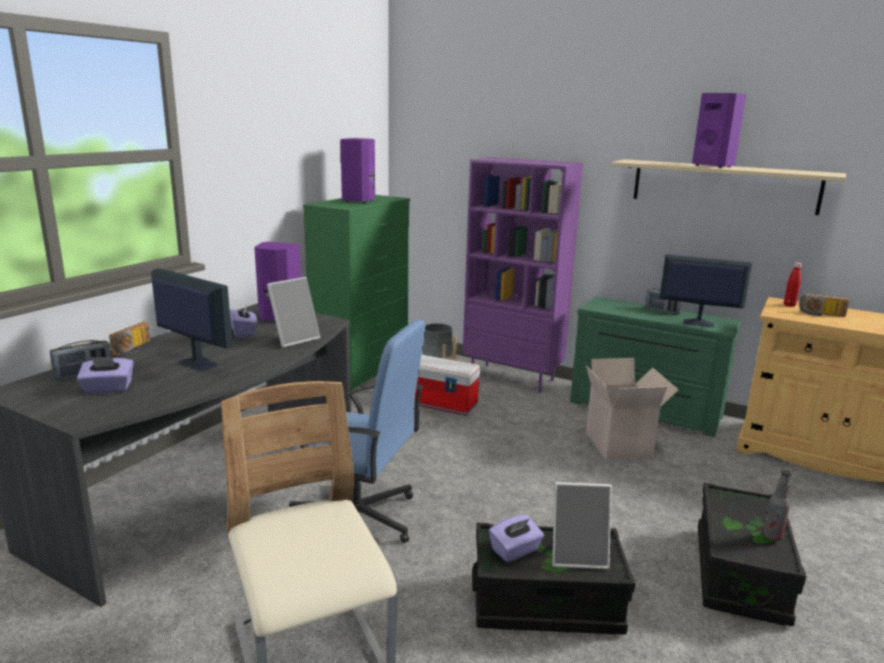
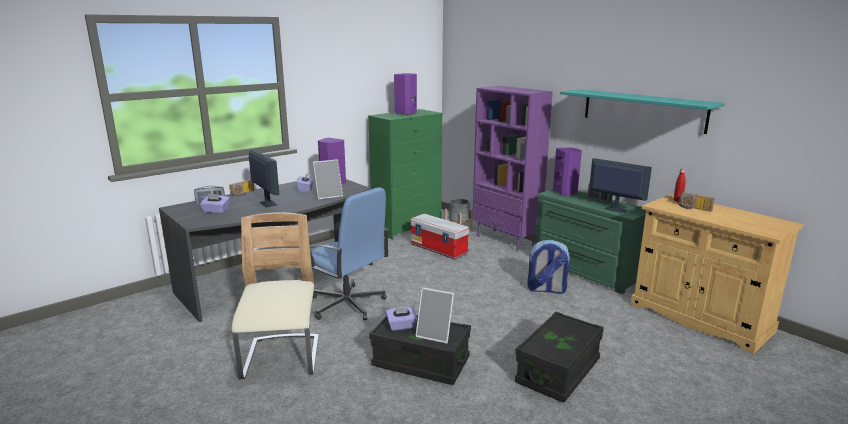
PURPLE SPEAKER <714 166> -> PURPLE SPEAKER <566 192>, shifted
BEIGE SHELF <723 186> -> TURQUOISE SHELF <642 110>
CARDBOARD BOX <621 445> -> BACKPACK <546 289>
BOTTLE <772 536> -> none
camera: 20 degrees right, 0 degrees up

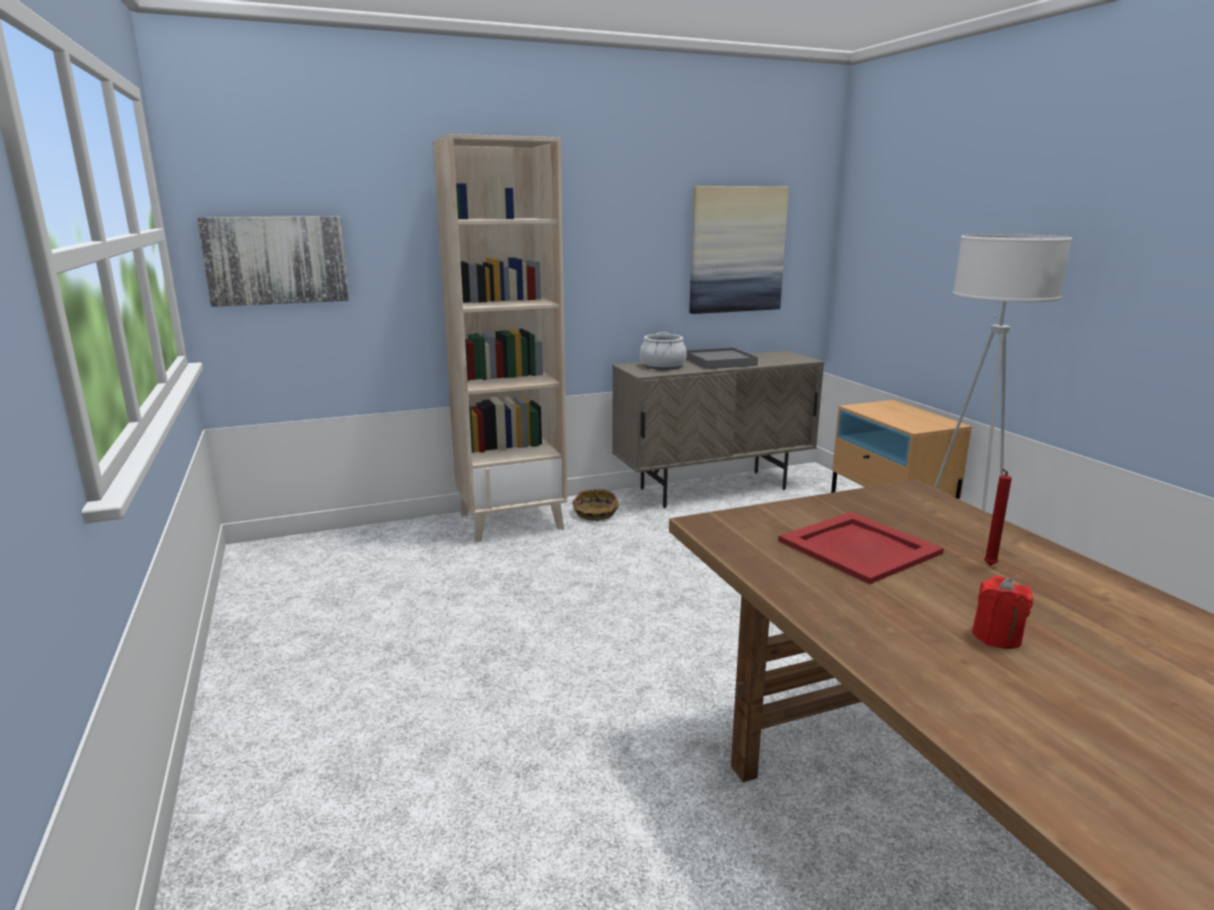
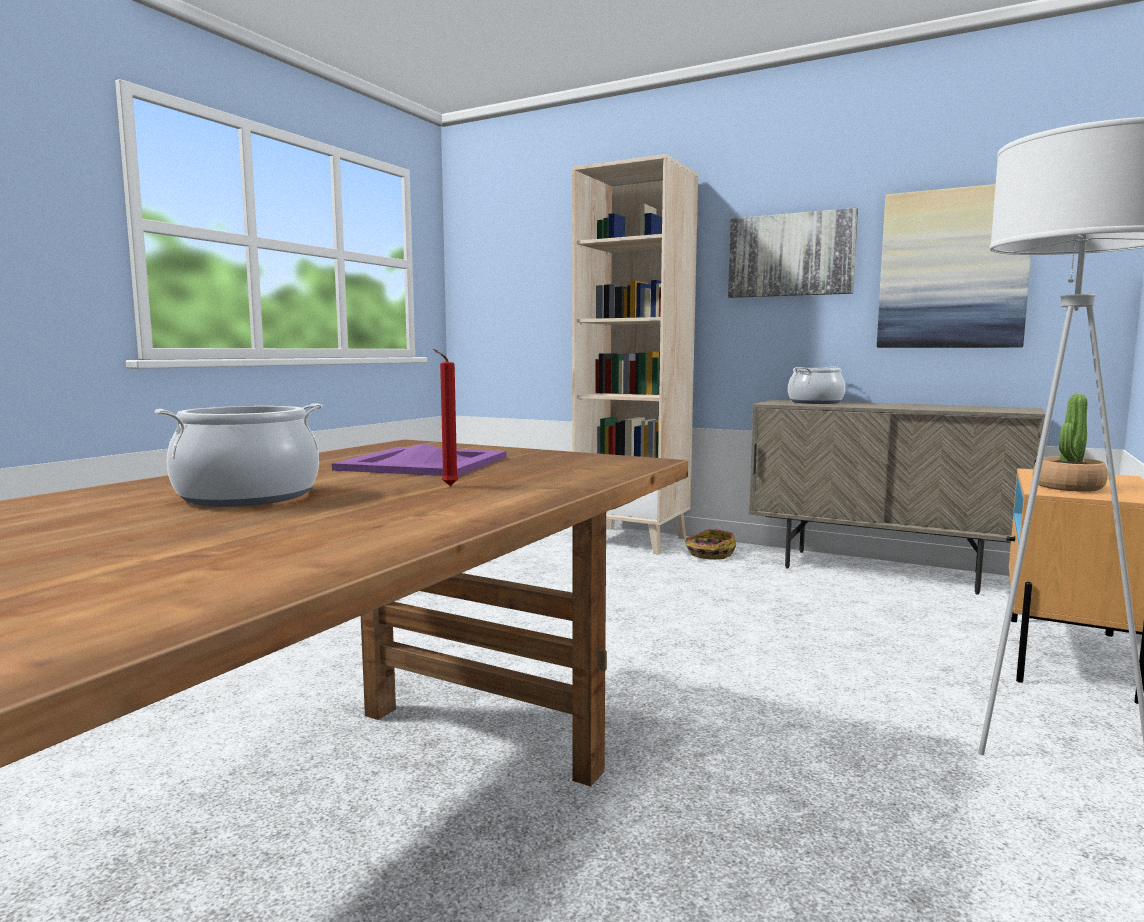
PICTURE <276 260> -> PICTURE <791 255>, shifted
GREY TRAY <719 362> -> none
RED TRAY <858 546> -> PURPLE TRAY <426 463>
RED CANDLE <996 637> -> COOKING POT <248 496>
none -> POTTED PLANT <1067 487>
camera: 50 degrees right, 10 degrees down

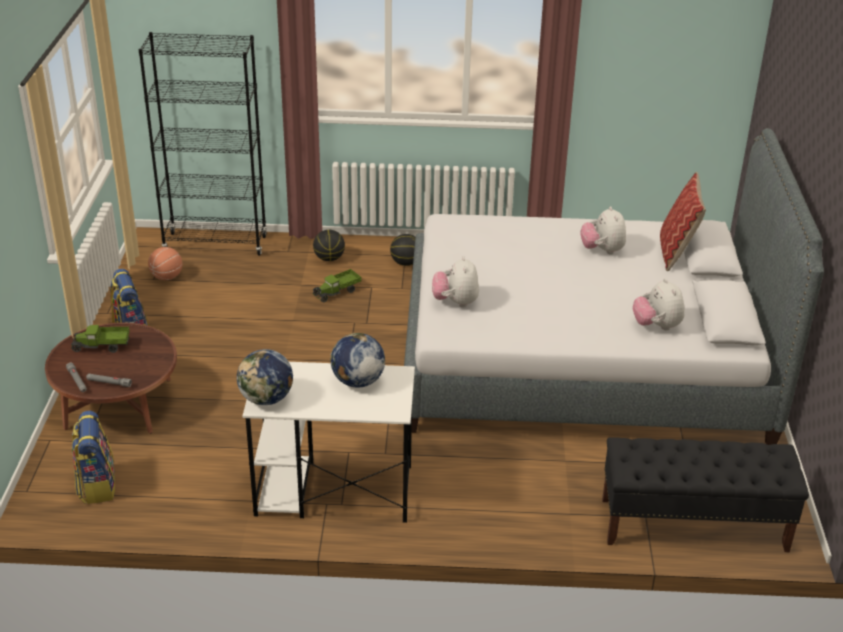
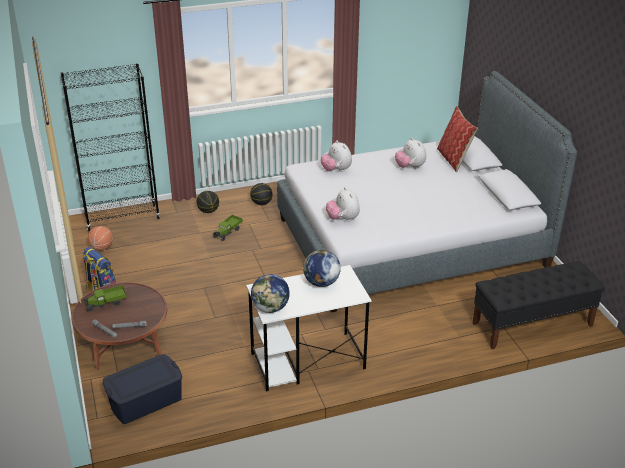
PLUSH TOY <656 326> -> PLUSH TOY <336 170>, shifted
BACKPACK <96 485> -> BLUE STORAGE BOX <145 400>
camera: 20 degrees left, 0 degrees up

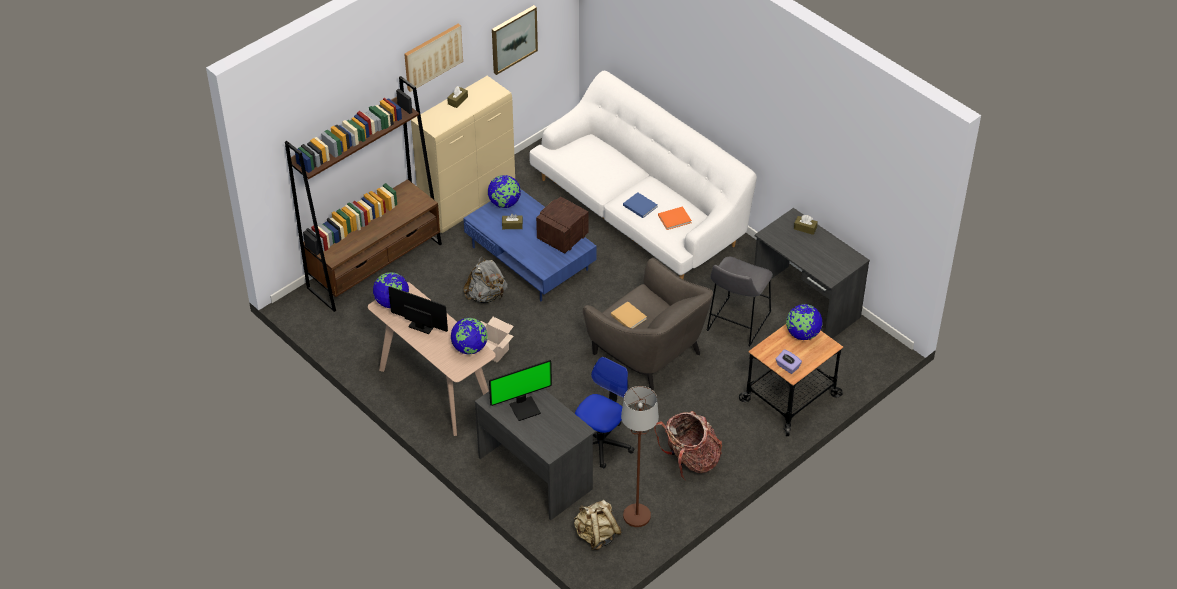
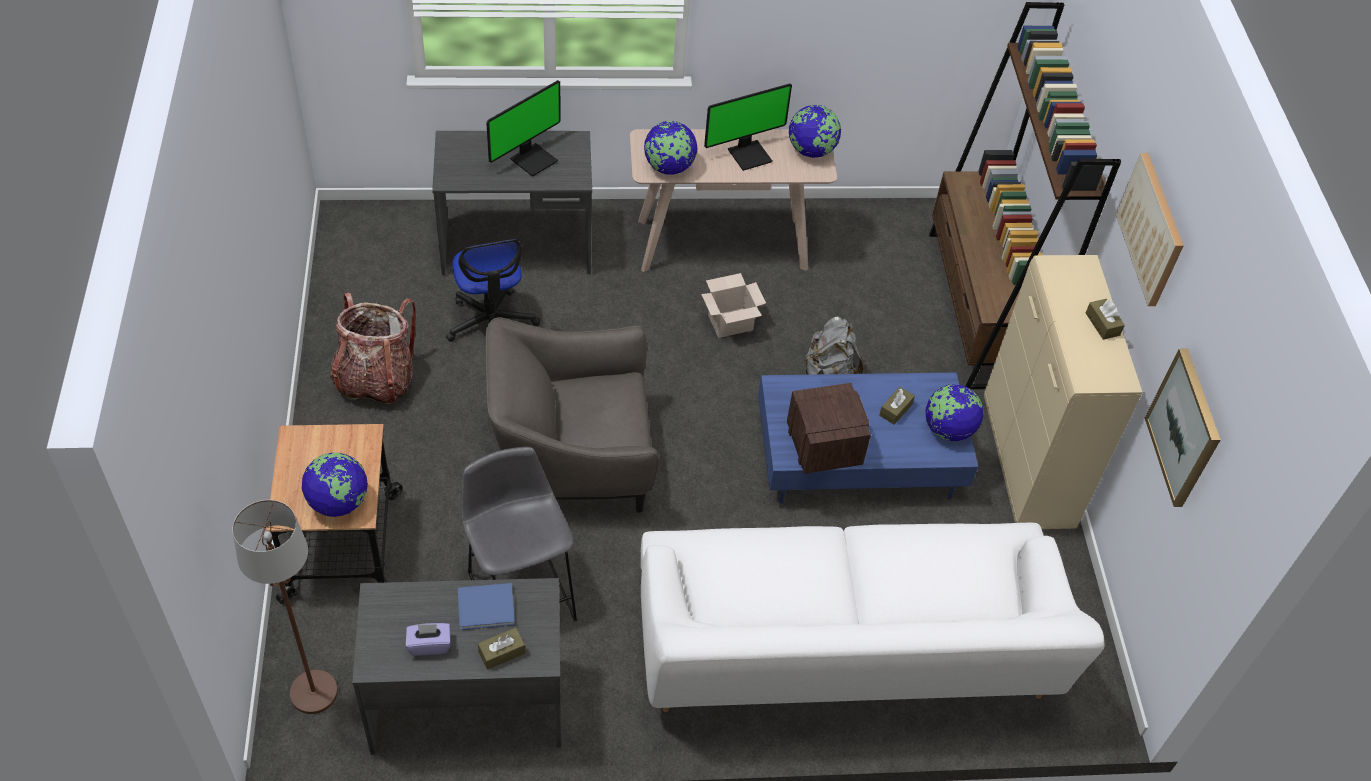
BLUE BOOK <639 205> -> BLUE BOOK <488 607>, shifted
ORANGE BOOK <675 219> -> none
BEIGE BOOK <628 316> -> none
PURPLE TISSUE BOX <787 367> -> PURPLE TISSUE BOX <429 645>, shifted
MONITOR <524 408> -> MONITOR <533 159>, 150 degrees counterclockwise
BROWN FLOOR LAMP <636 515> -> BROWN FLOOR LAMP <314 693>, shifted
BEIGE BACKPACK <596 536> -> none
camera: 125 degrees right, 5 degrees up

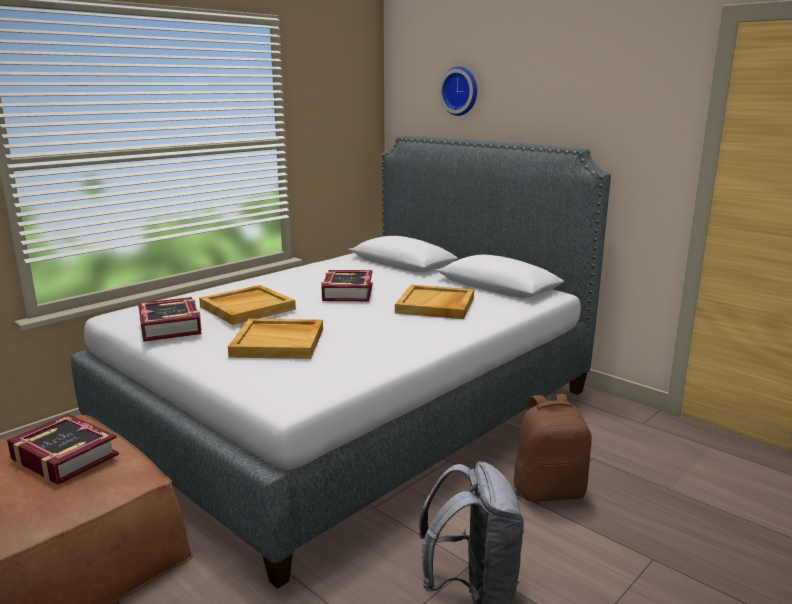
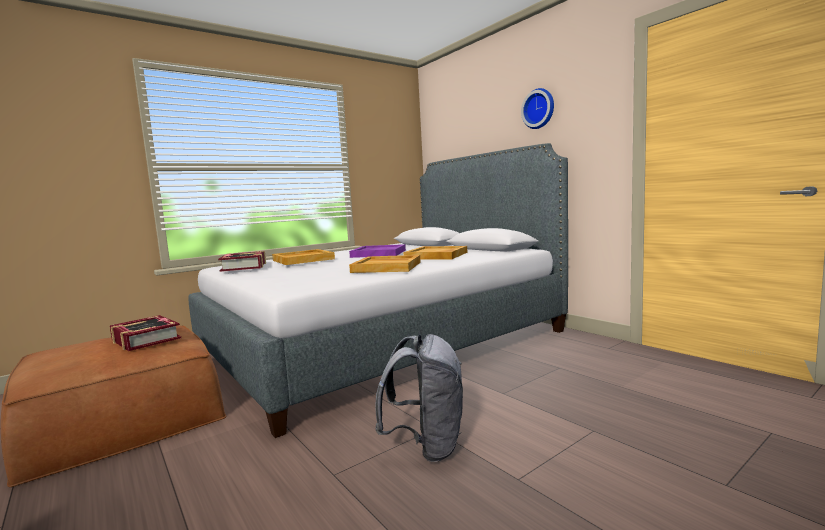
WALL CLOCK <460 91> -> WALL CLOCK <539 109>, shifted
BOOK <347 292> -> PURPLE TRAY <378 253>
BEIGE TRAY <279 342> -> BEIGE TRAY <387 267>, shifted
BROWN BACKPACK <549 490> -> none
camera: 10 degrees right, 10 degrees down

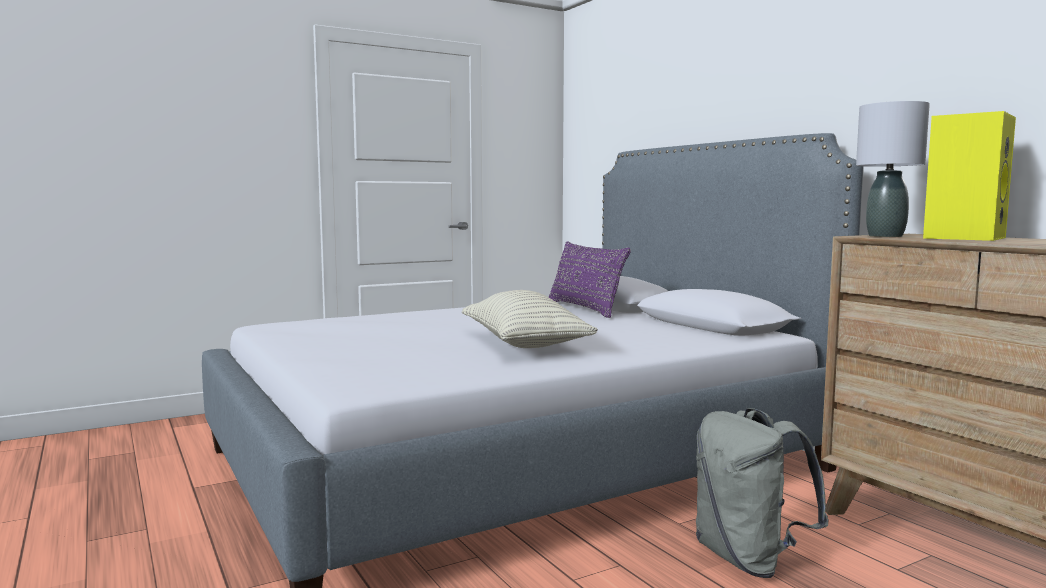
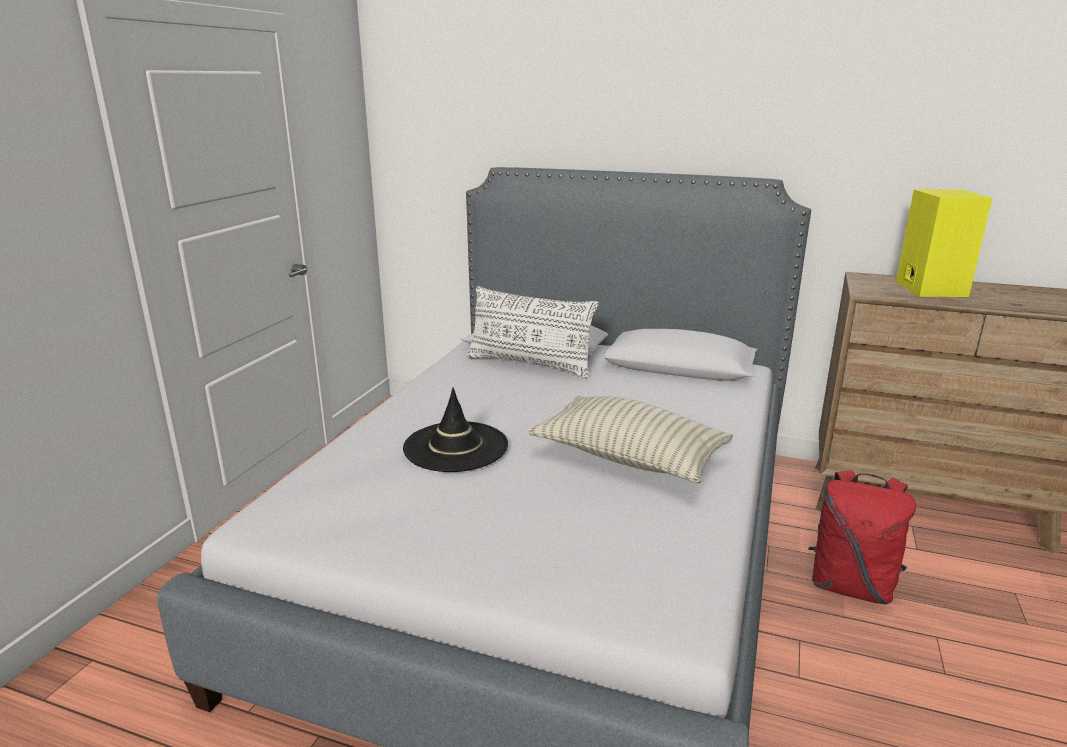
GREY TABLE LAMP <884 236> -> none
PURPLE PILLOW <584 309> -> WHITE PILLOW <530 364>
GREY BACKPACK <749 560> -> RED BACKPACK <851 586>
none -> BLACK HAT <455 447>
camera: 40 degrees left, 15 degrees up

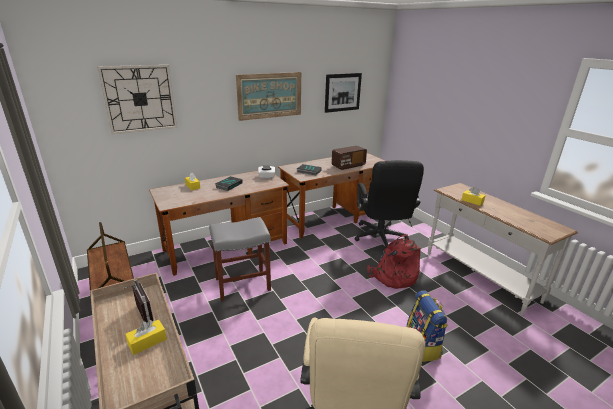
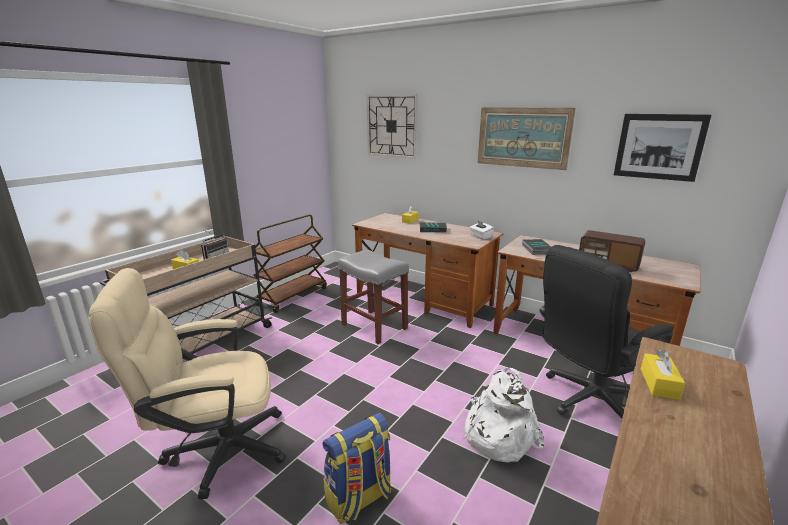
RED BACKPACK <393 277> -> WHITE BACKPACK <497 434>
camera: 65 degrees right, 5 degrees down

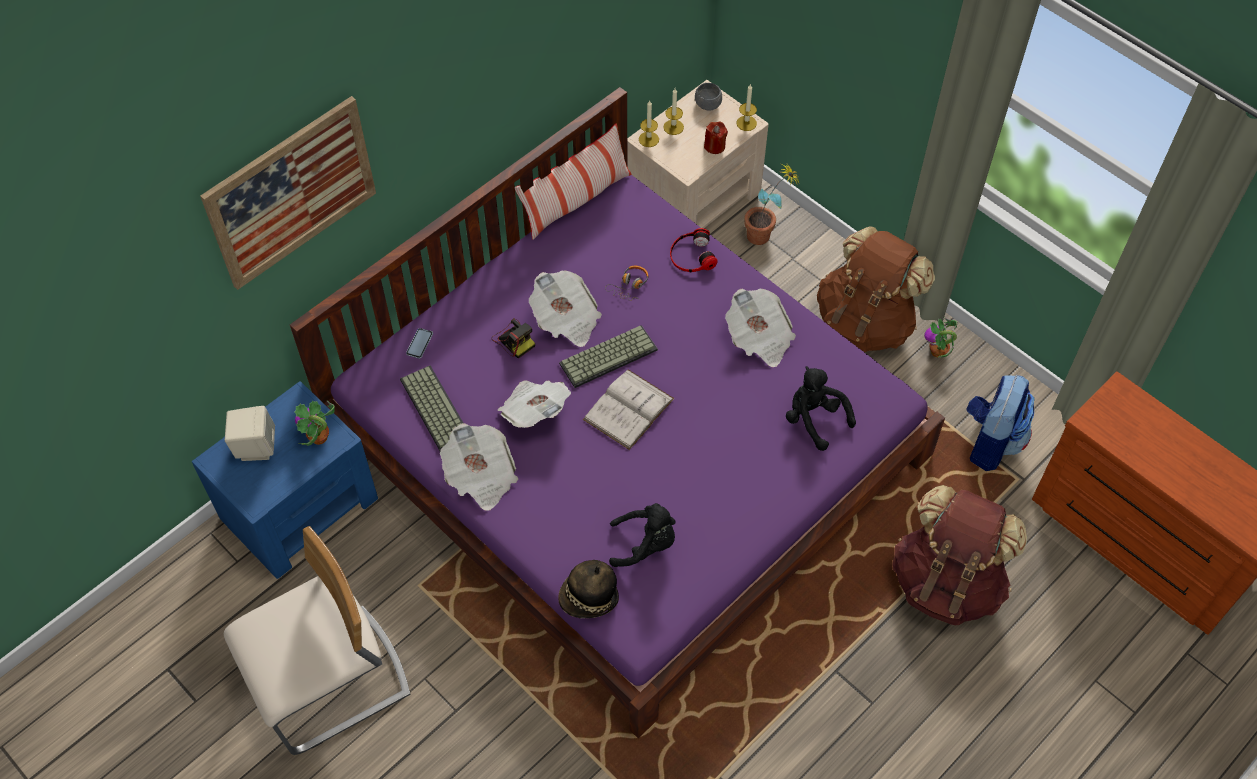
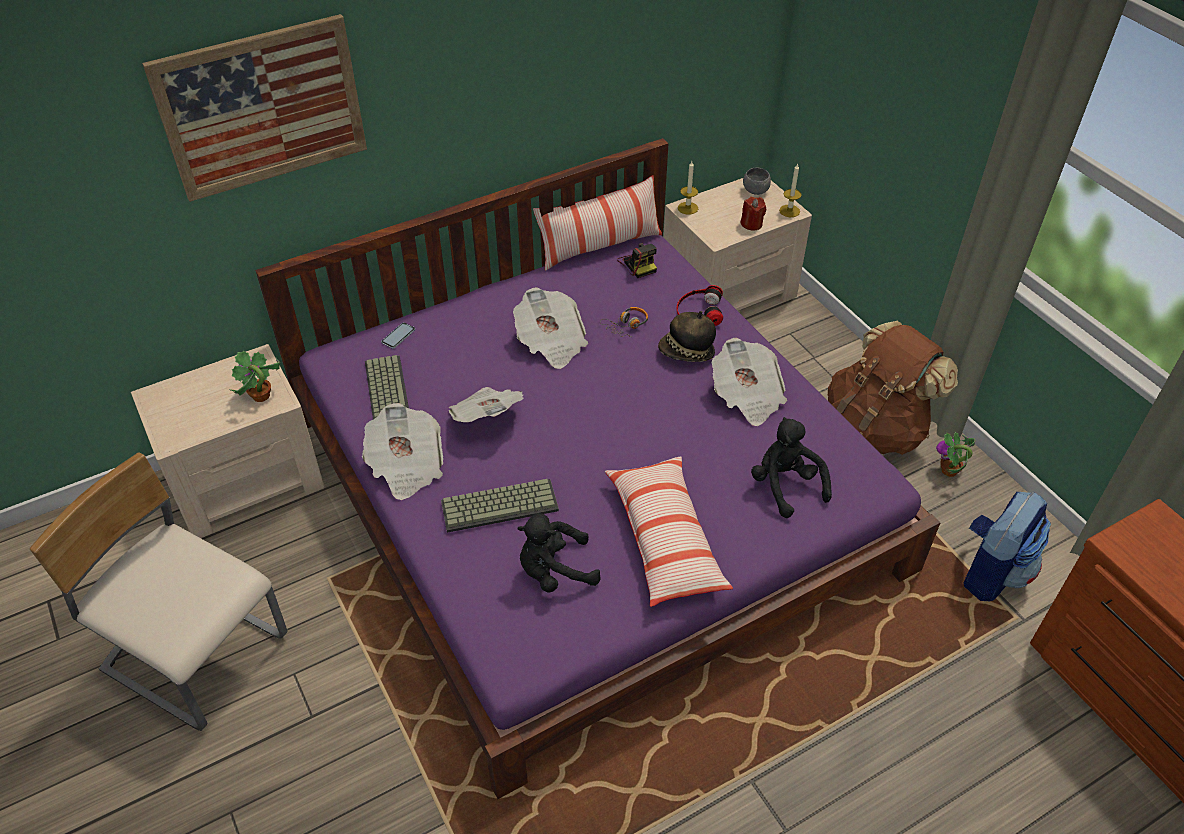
CANDLE <673 127> -> none
POTTED PLANT <765 235> -> none
PHOTO CAMERA <514 340> -> PHOTO CAMERA <638 264>, shifted
KEYBOARD <608 355> -> KEYBOARD <500 504>, shifted
WHITE BOOK <628 409> -> none
BLUE NIGHTSTAND <300 507> -> BEIGE NIGHTSTAND <247 480>
BEIGE SPEAKER <255 446> -> none
BROWN BACKPACK <947 583> -> none
BLACK PLUSH TOY <645 544> -> BLACK PLUSH TOY <554 571>, 150 degrees clockwise
BEIGE CHAIR <330 682> -> BEIGE CHAIR <197 653>, 135 degrees counterclockwise
HAT <589 598> -> HAT <686 352>, shifted
none -> PILLOW <665 539>
camera: 15 degrees right, 10 degrees down

